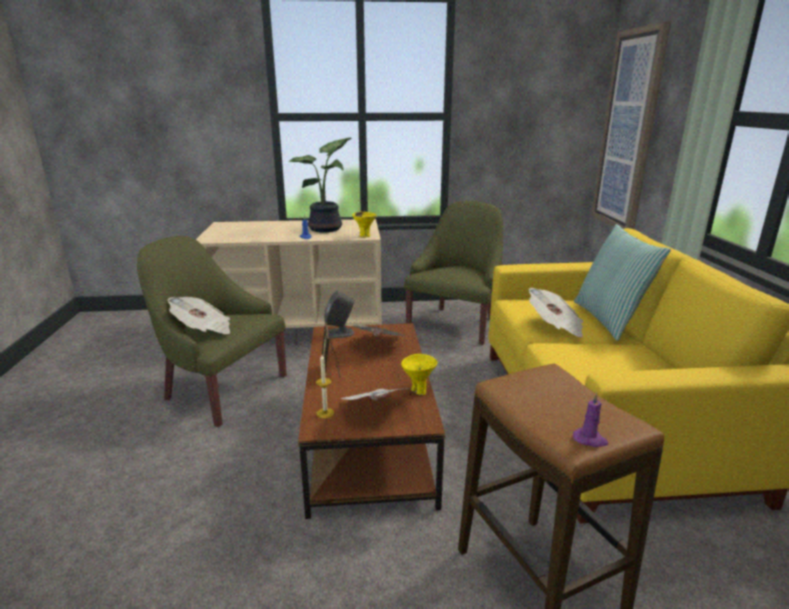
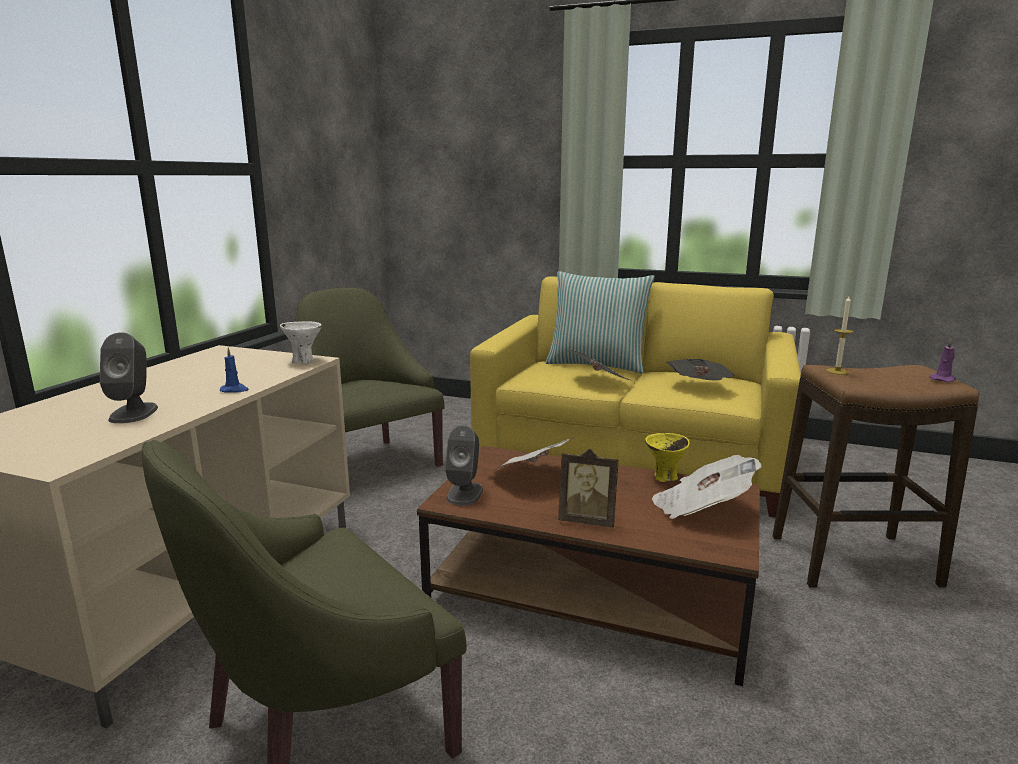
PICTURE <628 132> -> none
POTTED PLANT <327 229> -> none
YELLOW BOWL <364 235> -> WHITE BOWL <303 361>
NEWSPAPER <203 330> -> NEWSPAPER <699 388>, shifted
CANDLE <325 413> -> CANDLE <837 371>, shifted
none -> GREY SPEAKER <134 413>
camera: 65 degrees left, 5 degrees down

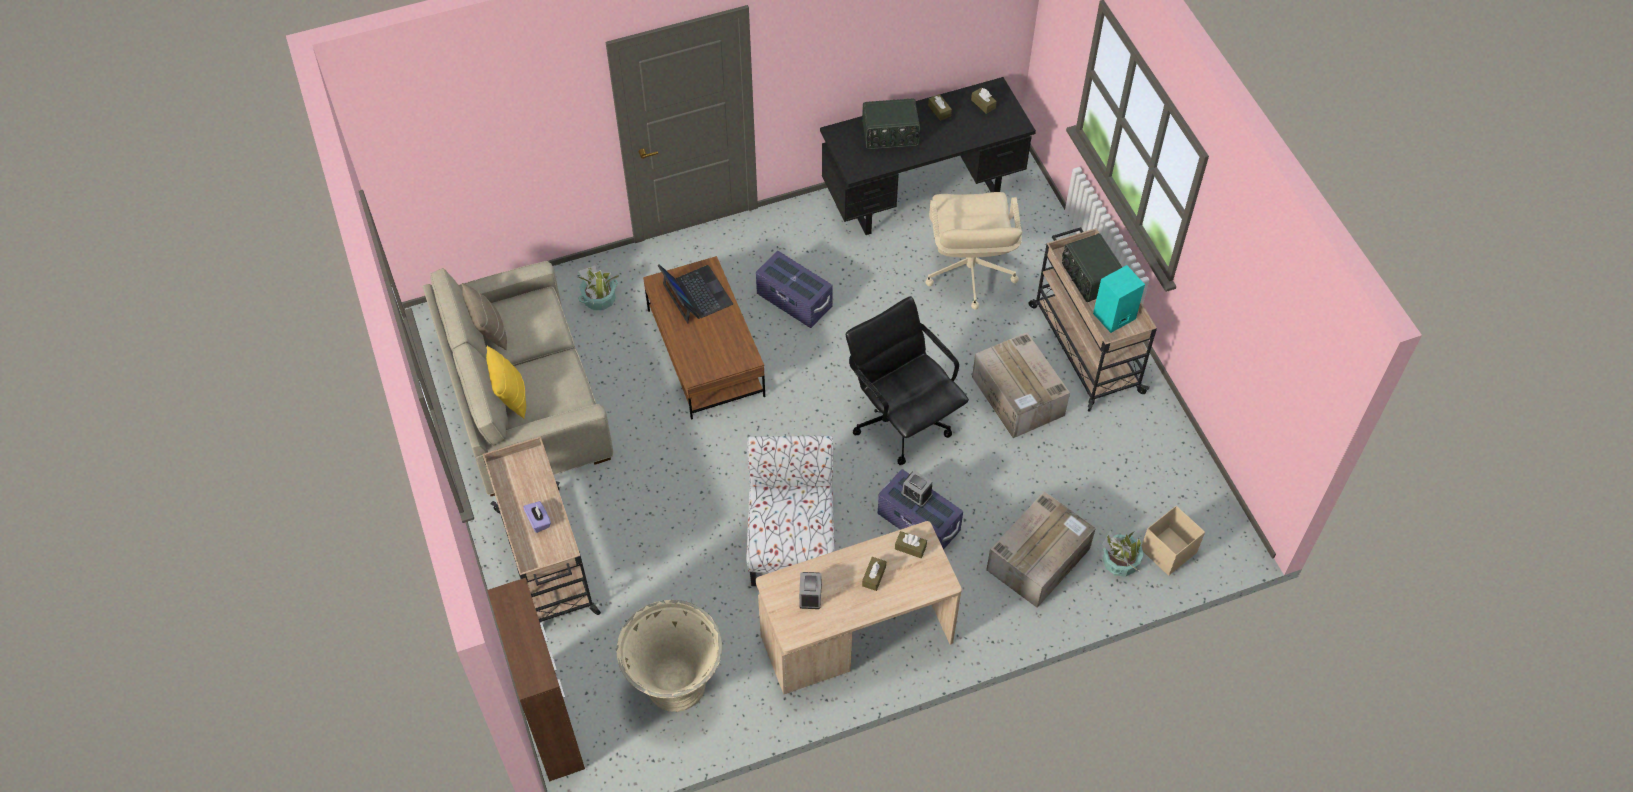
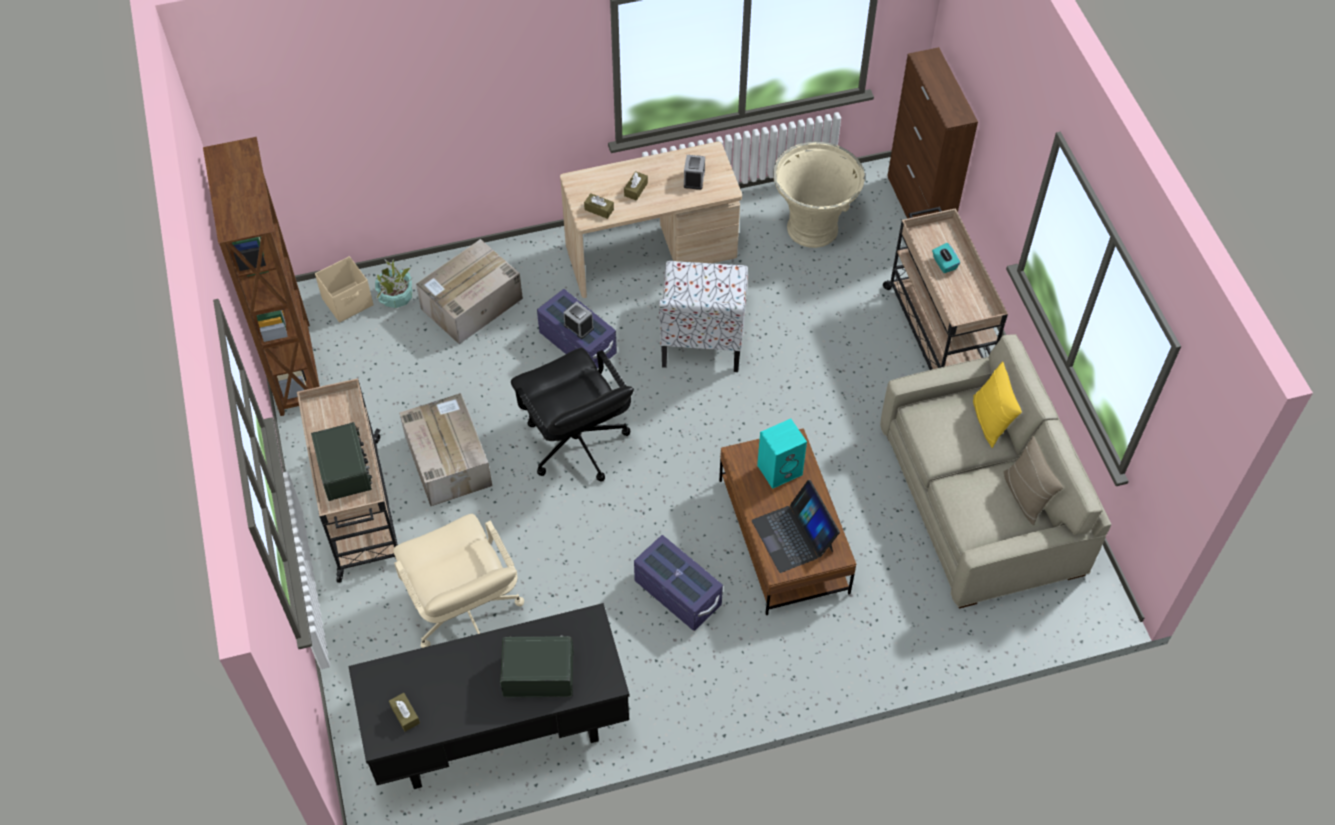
BROWN TISSUE BOX <939 111> -> none
BEIGE OFFICE CHAIR <969 273> -> BEIGE OFFICE CHAIR <465 614>, 150 degrees clockwise
POTTED PLANT <599 299> -> none
TURQUOISE SPEAKER <1114 317> -> TURQUOISE SPEAKER <780 469>, shifted
PURPLE TISSUE BOX <539 521> -> TURQUOISE TISSUE BOX <944 264>
none -> BROWN BOOKCASE <296 367>
camera: 175 degrees left, 0 degrees up

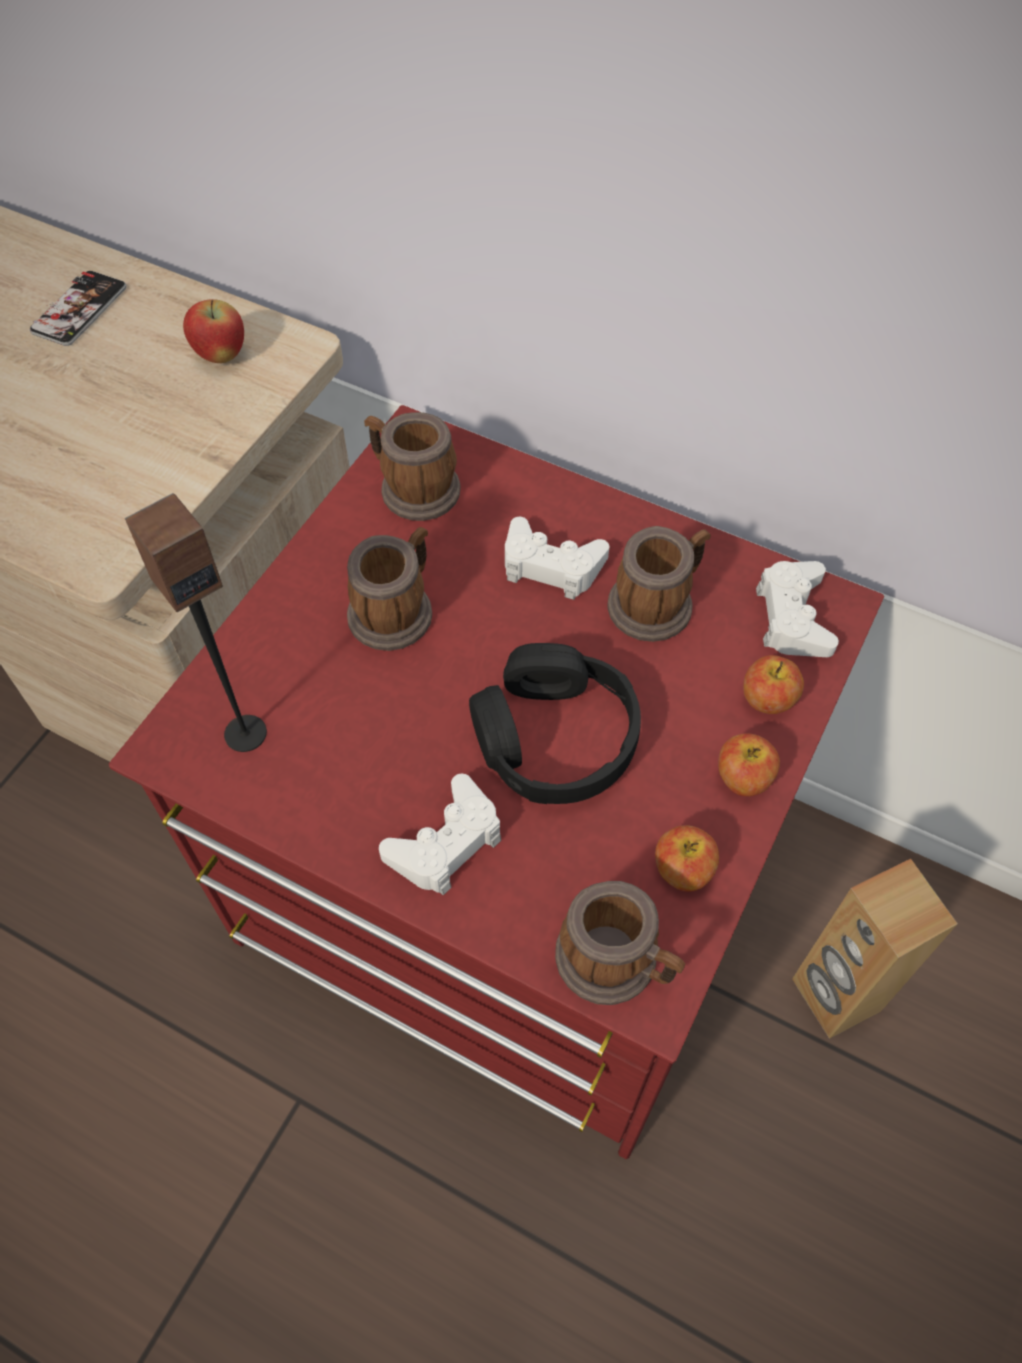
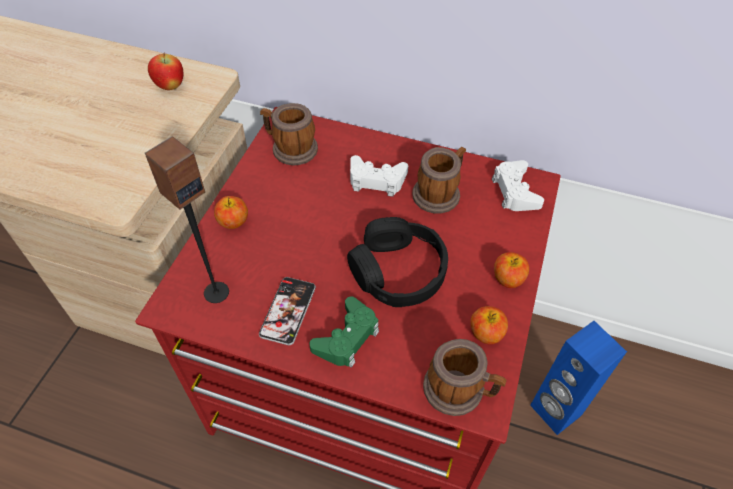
PHONE <79 310> -> PHONE <288 311>, shifted
MUG <396 609> -> none
APPLE <767 699> -> APPLE <233 222>, shifted
WHITE GAME CONTROLLER <446 843> -> GREEN GAME CONTROLLER <347 337>
BROWN SPEAKER <834 995> -> BLUE SPEAKER <555 411>
camera: 10 degrees left, 5 degrees down

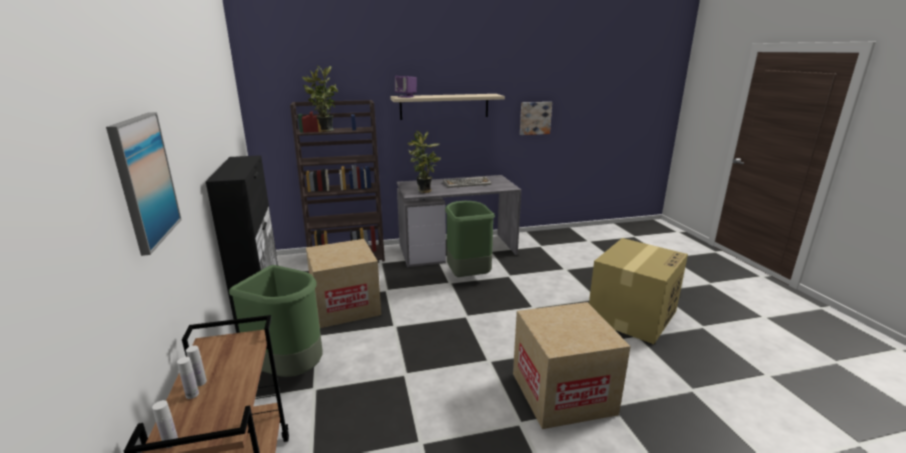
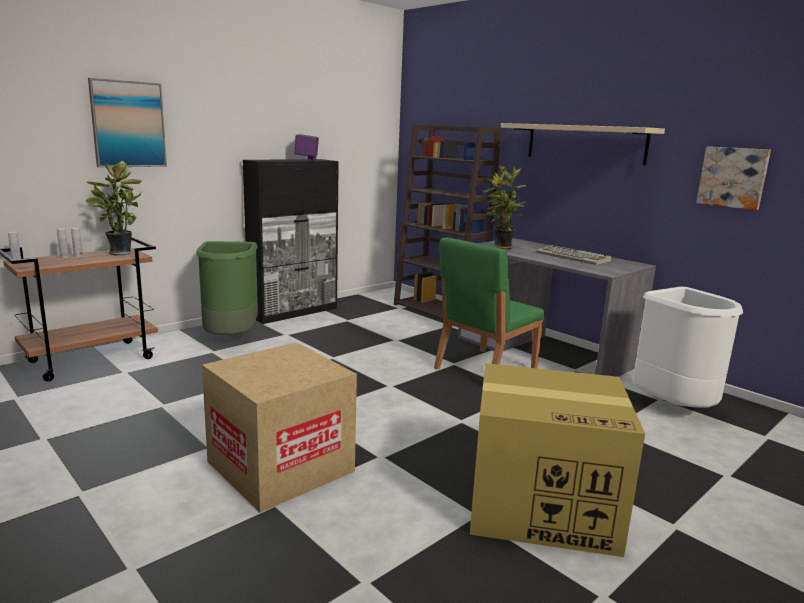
POTTED PLANT <324 131> -> POTTED PLANT <119 253>, shifted
PURPLE SPEAKER <406 96> -> PURPLE SPEAKER <306 160>, shifted
GREEN TRASH CAN <466 276> -> GREEN CHAIR <484 369>
CARDBOARD BOX <345 306> -> none
none -> WHITE TRASH CAN <674 407>
camera: 60 degrees right, 5 degrees down

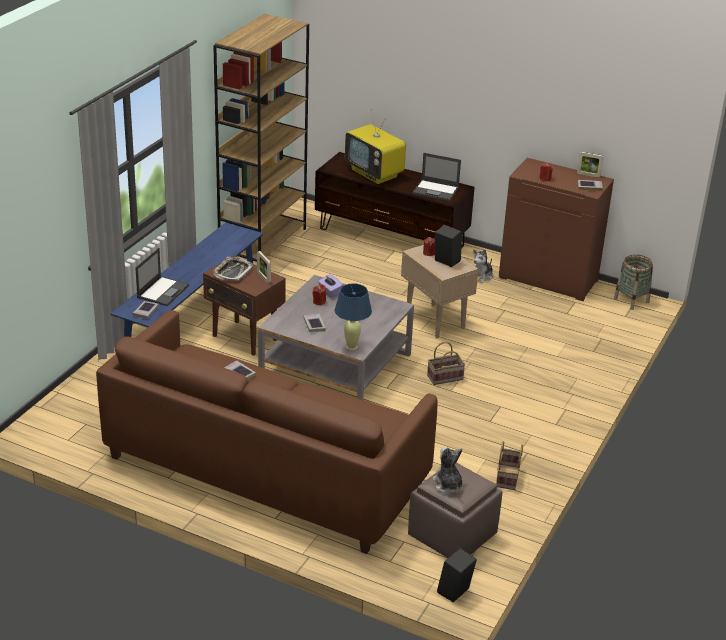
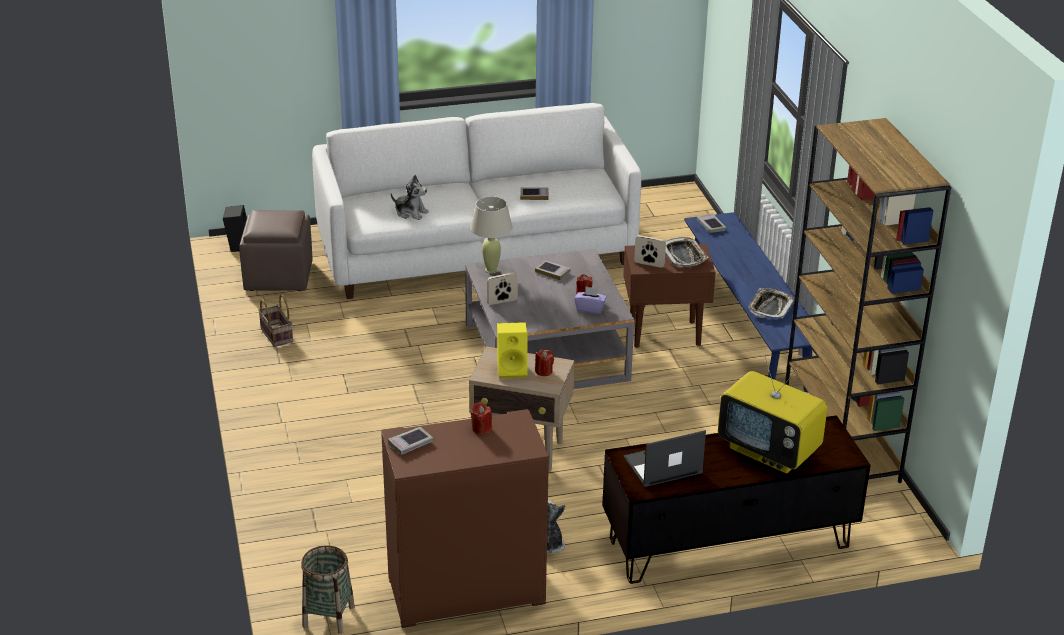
TELEVISION <375 173> -> TELEVISION <770 451>, 150 degrees counterclockwise
PICTURE FRAME <588 175> -> PICTURE FRAME <502 302>, shifted
BLACK SPEAKER <445 261> -> YELLOW SPEAKER <513 370>
LAPTOP <163 291> -> none
BLUE TABLE LAMP <351 347> -> BEIGE TABLE LAMP <491 270>
BROWN SOFA <266 469> -> WHITE SOFA <476 251>
BASKET <445 377> -> none
PLUSH TOY <448 485> -> PLUSH TOY <411 213>, shifted
none -> TRAY <770 307>
camera: 140 degrees right, 0 degrees up

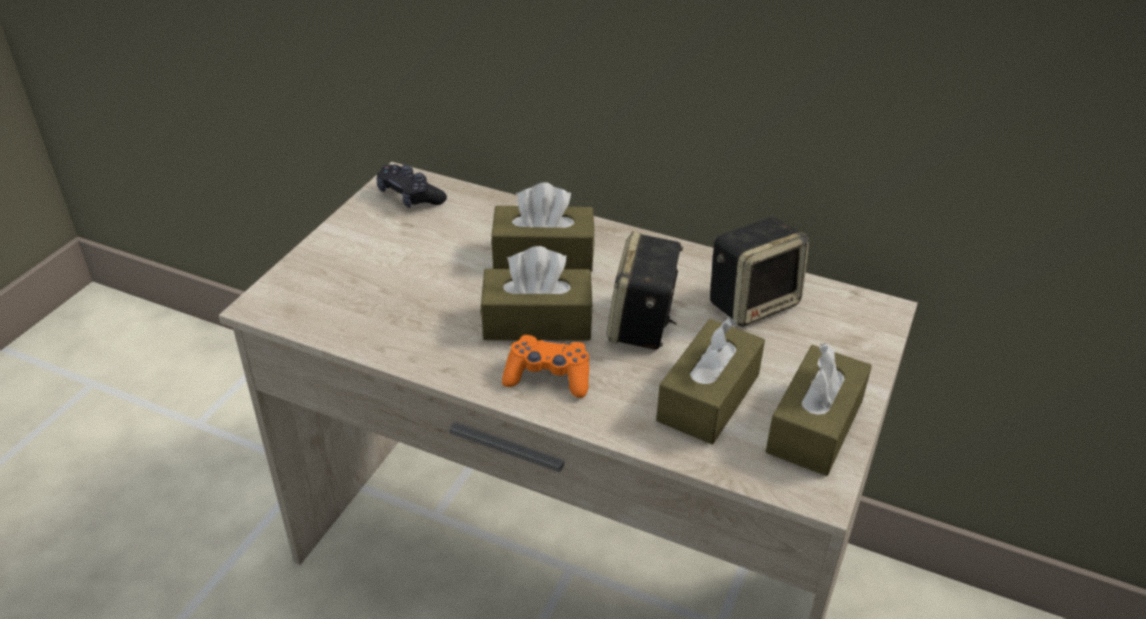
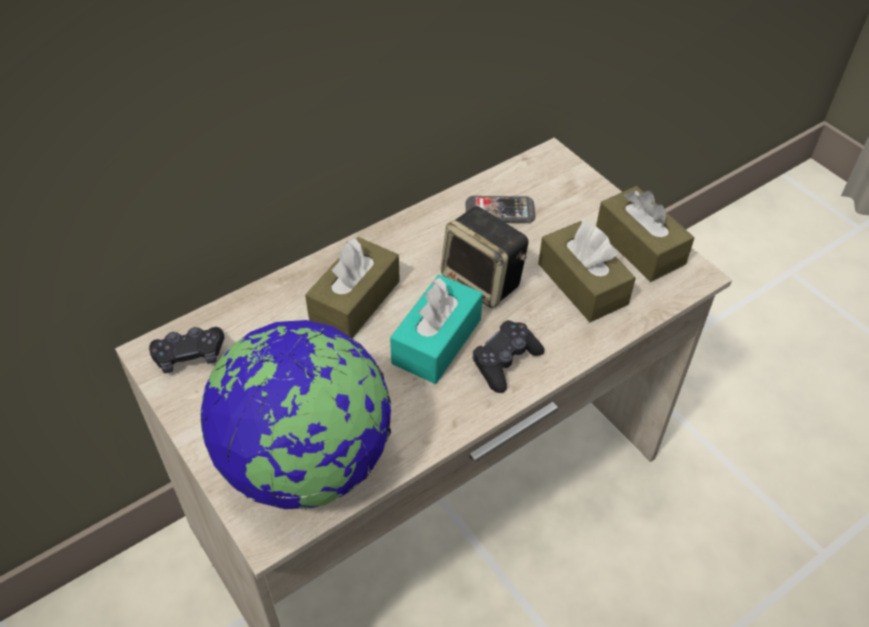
SPEAKER <753 302> -> PHONE <499 211>
BROWN TISSUE BOX <537 322> -> TURQUOISE TISSUE BOX <437 341>
ORANGE GAME CONTROLLER <548 377> -> BLACK GAME CONTROLLER <505 362>
none -> GLOBE <307 463>
camera: 60 degrees left, 10 degrees up

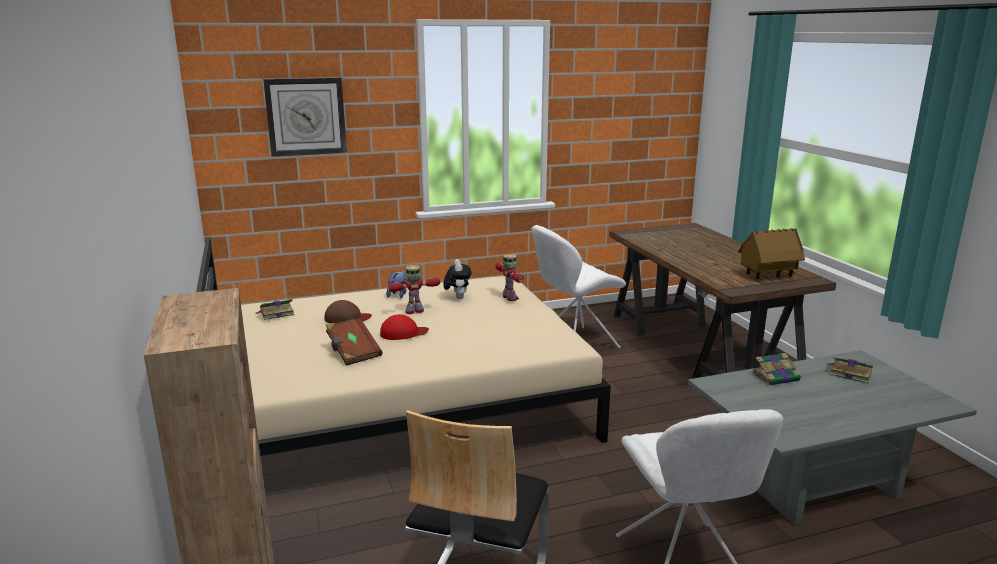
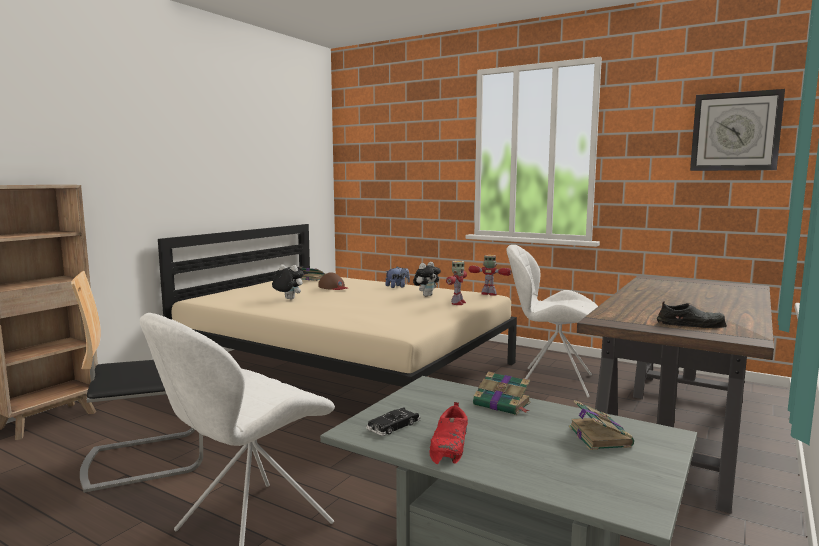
WALL CLOCK <306 116> -> WALL CLOCK <735 131>, shifted
TOY HOUSE <768 276> -> BLACK SHOE <691 324>
TOY ROBOT <414 311> -> TOY ROBOT <489 294>, shifted
RED CAP <403 333> -> none
BROWN BOOK <353 352> -> PLUSH TOY <288 299>
none -> RED SHOE <450 445>
none -> BLACK TOY CAR <393 426>
camera: 50 degrees right, 10 degrees down

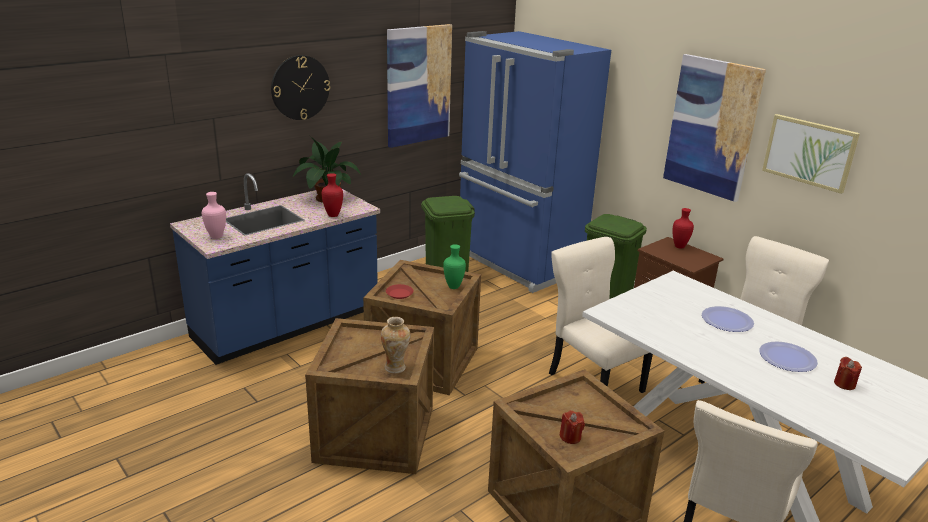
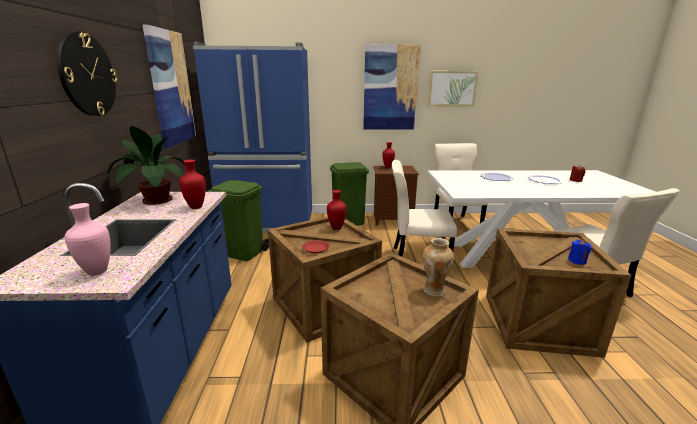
GREEN VASE <454 287> -> RED VASE <337 228>
RED CANDLE <570 437> -> BLUE CANDLE <577 261>
camera: 50 degrees left, 5 degrees down

